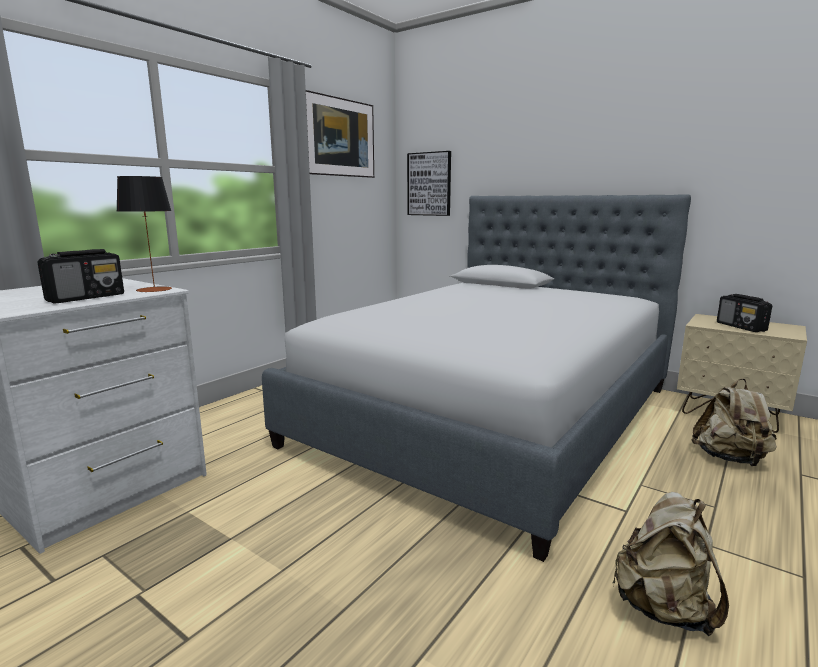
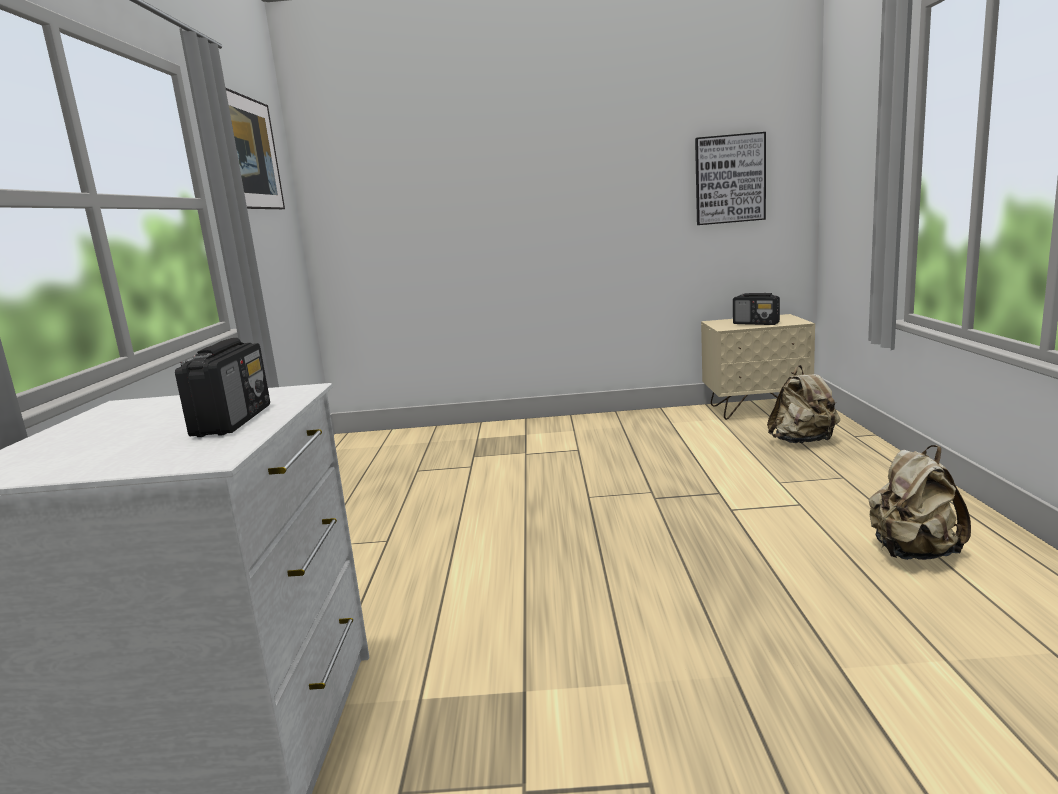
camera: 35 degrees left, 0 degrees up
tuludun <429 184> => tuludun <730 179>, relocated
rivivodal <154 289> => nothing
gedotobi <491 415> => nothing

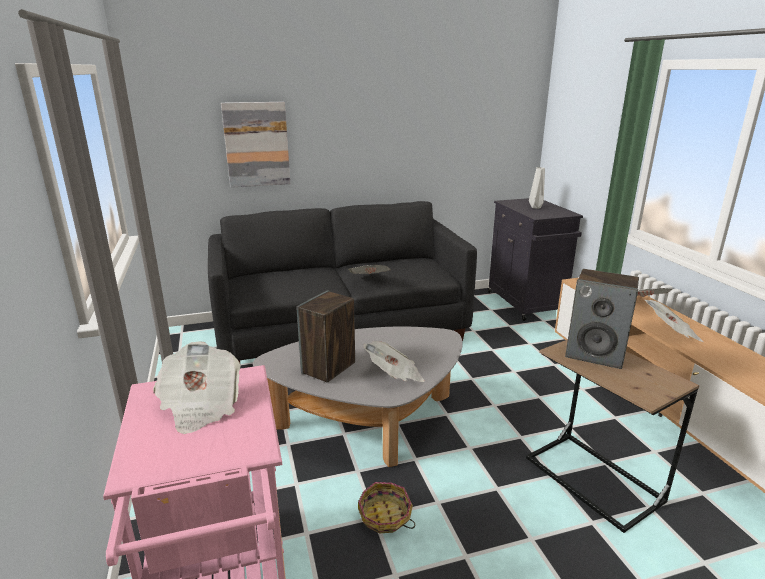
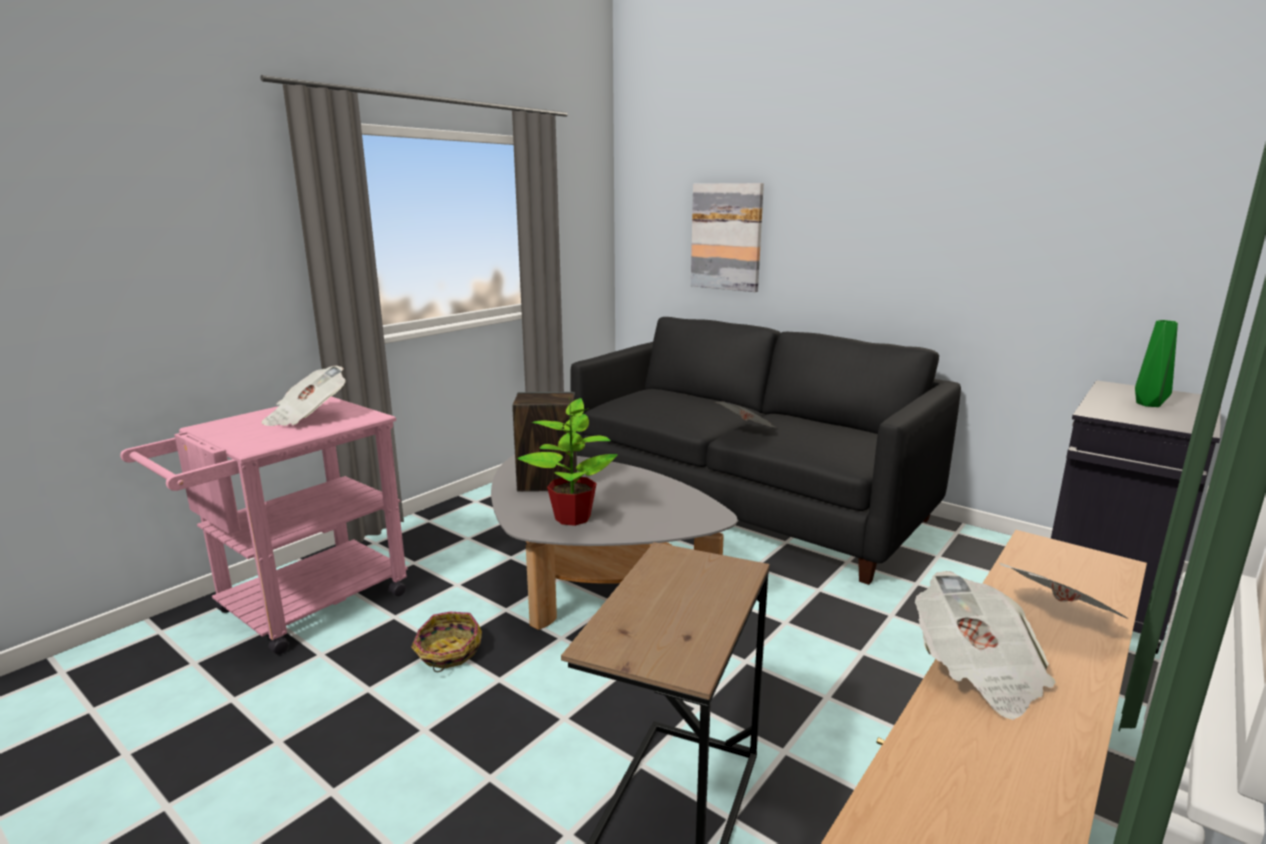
camera: 55 degrees right, 5 degrees down
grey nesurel <536 207> => green nesurel <1149 405>
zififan <595 354> => nothing
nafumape <394 376> => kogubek <572 517>

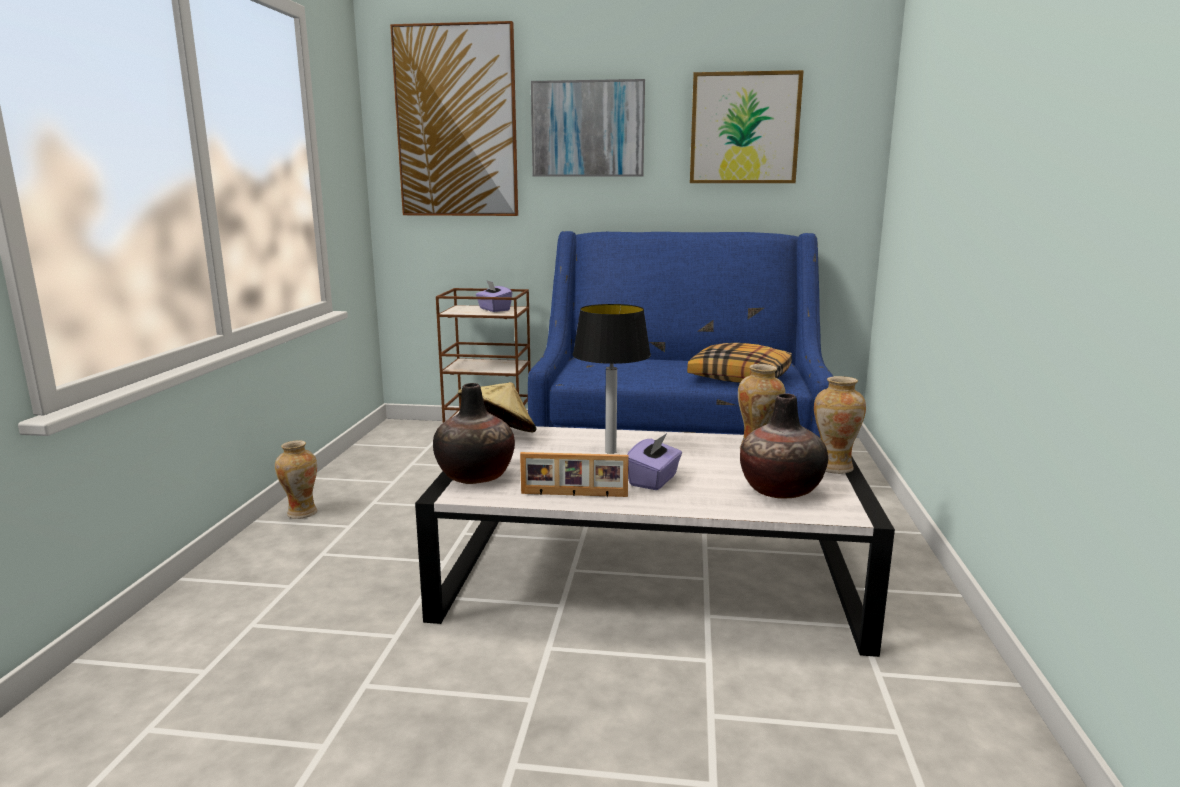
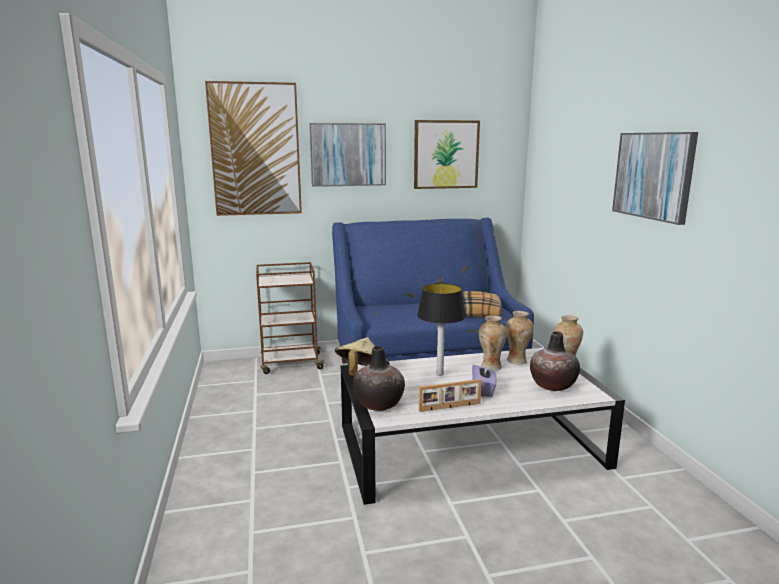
camera: 20 degrees left, 0 degrees up
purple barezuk <494 309> => nothing
nesurel <301 513> => nesurel <490 367>, relocated
nothing => tuludun <653 175>

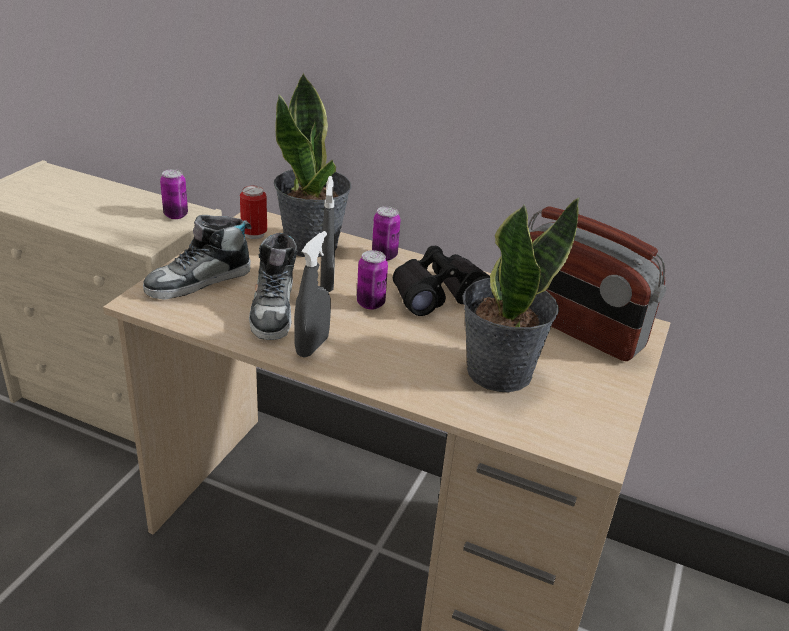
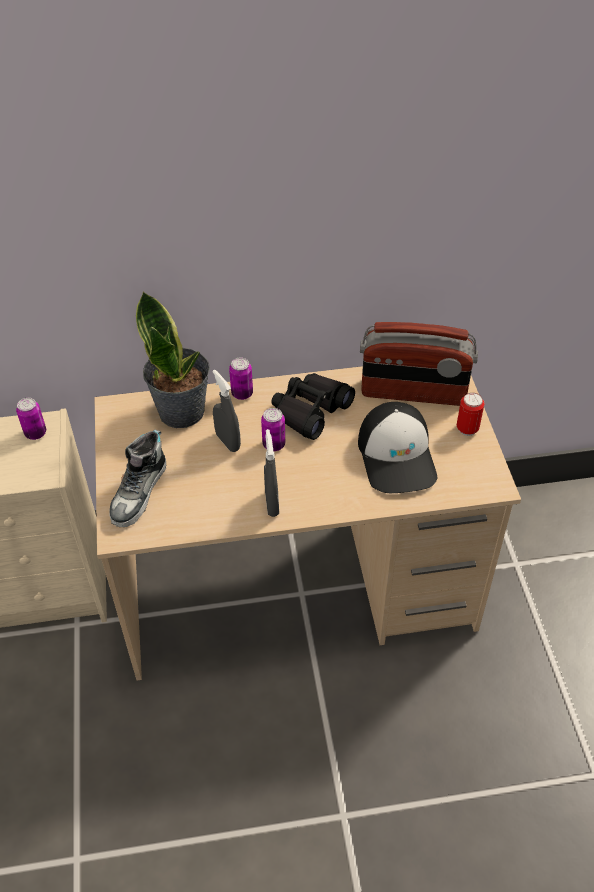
camera: 30 degrees left, 15 degrees up
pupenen <254 234> => pupenen <467 429>, relocated
kogubek <498 371> => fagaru <397 456>
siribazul <274 309> => nothing

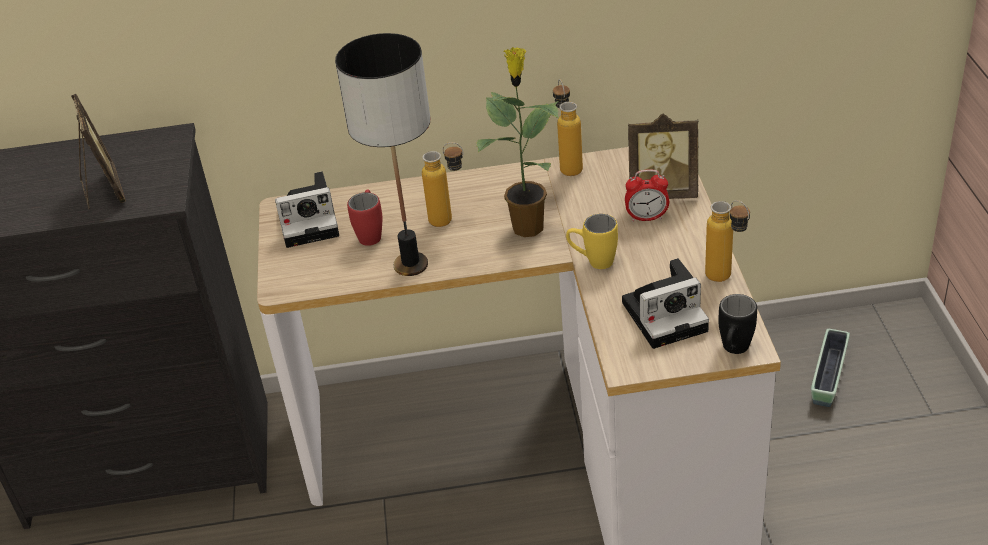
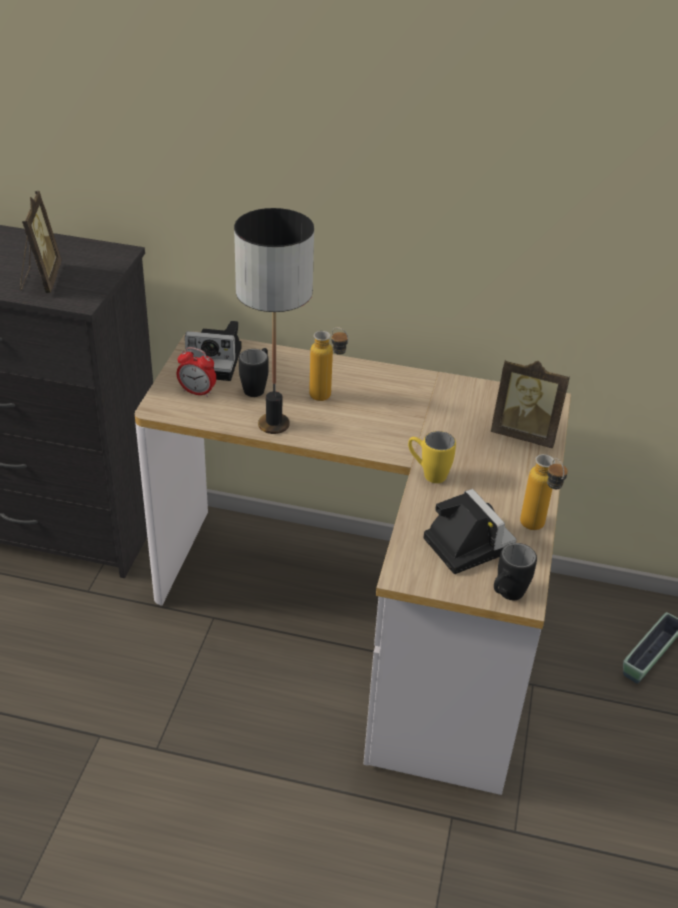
camera: 15 degrees right, 0 degrees up
kogubek <527 225> => nothing
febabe <568 165> => nothing
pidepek <646 218> => pidepek <197 392>, relocated
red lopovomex <370 233> => black lopovomex <257 387>
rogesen <667 315> => rogesen <465 542>, 120 degrees counterclockwise

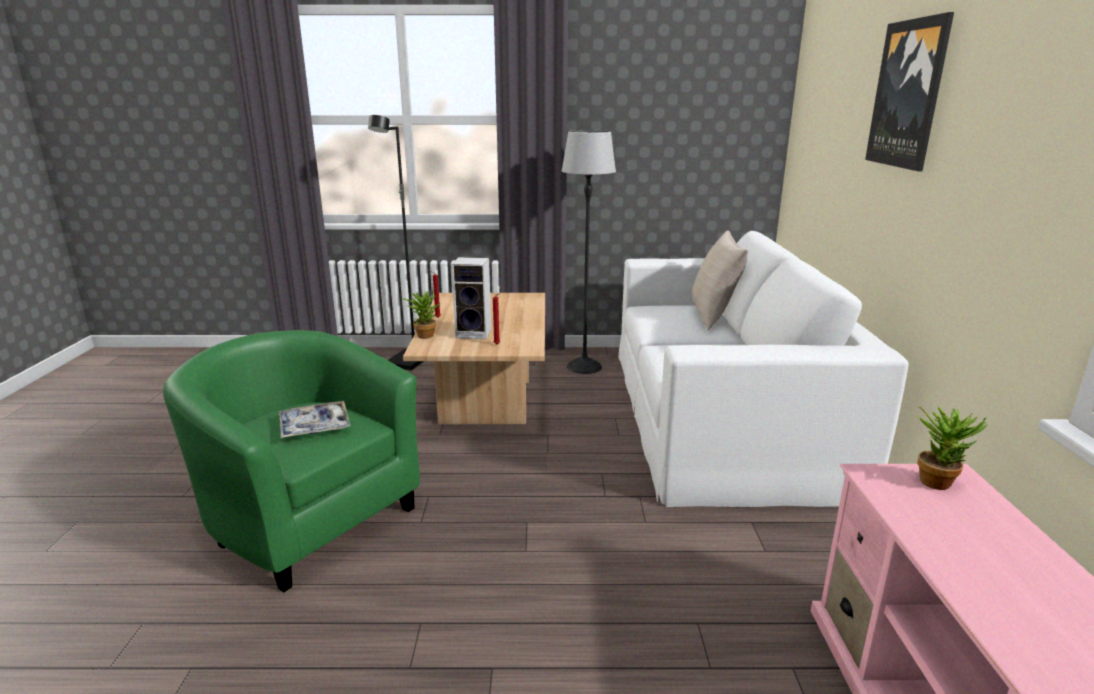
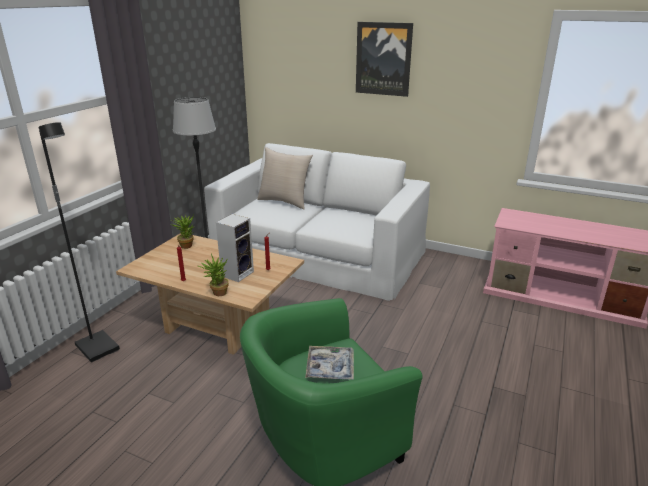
camera: 65 degrees left, 5 degrees up
kogubek <938 481> => kogubek <186 245>, relocated

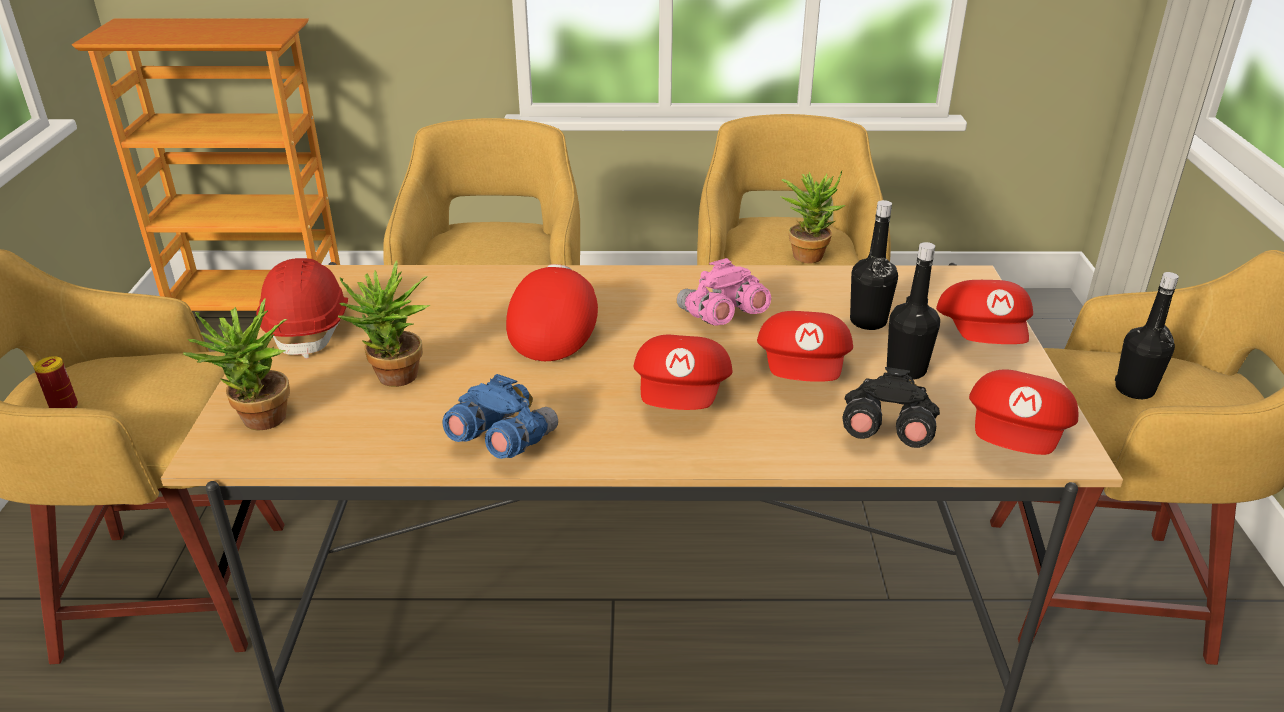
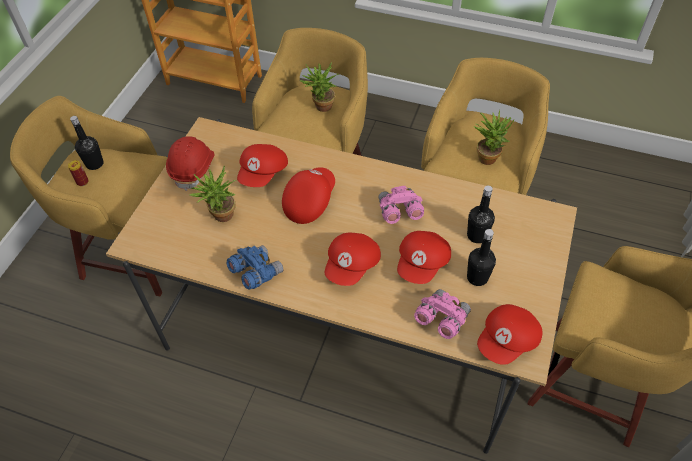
camera: 20 degrees right, 20 degrees up
black febabe <1134 390> => black febabe <94 164>, relocated
red fagaru <983 337> => red fagaru <263 173>, relocated
kogubek <258 423> => kogubek <321 108>, relocated
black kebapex <885 434> => pink kebapex <441 319>

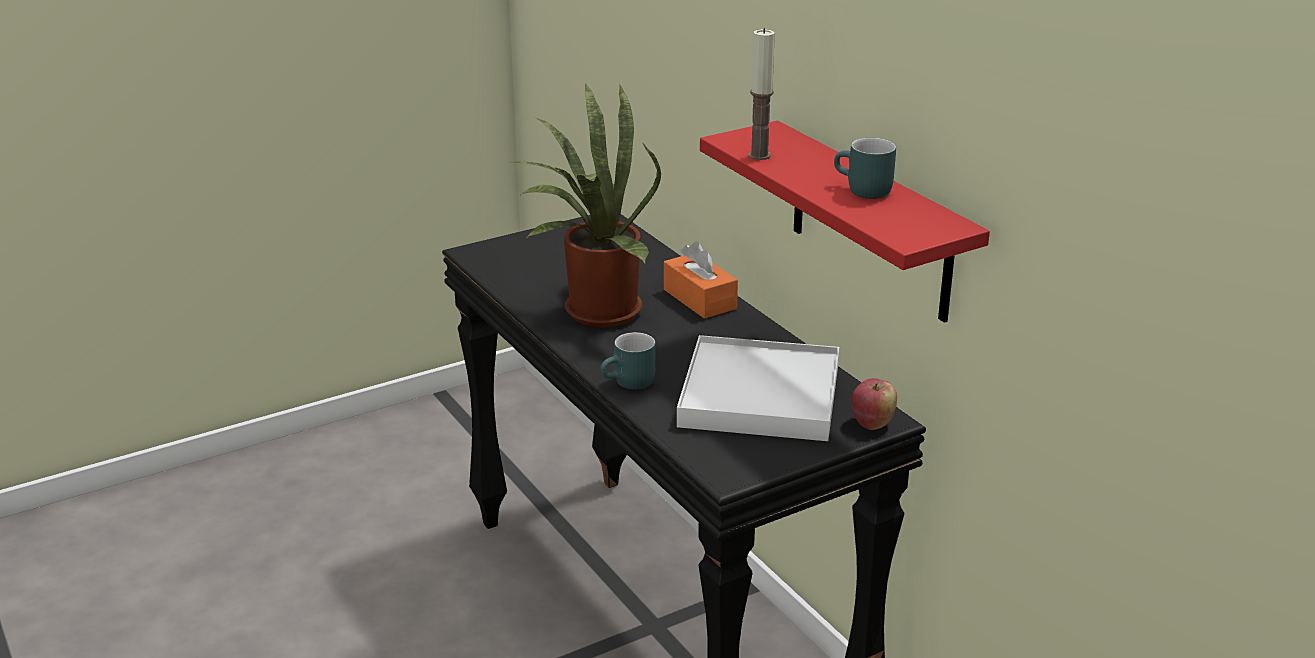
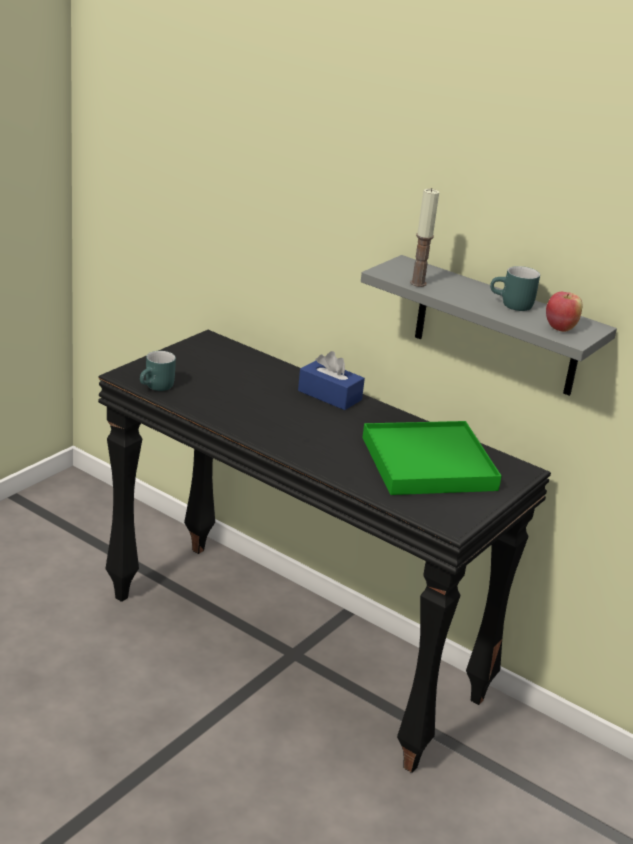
camera: 25 degrees left, 0 degrees up
kogubek <594 312> => nothing
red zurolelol <871 222> => grey zurolelol <497 327>
orange barezuk <699 299> => blue barezuk <329 395>
turquoise lopovomex <630 384> => turquoise lopovomex <157 387>, relocated
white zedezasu <759 396> => green zedezasu <428 464>
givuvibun <872 423> => givuvibun <560 328>, relocated

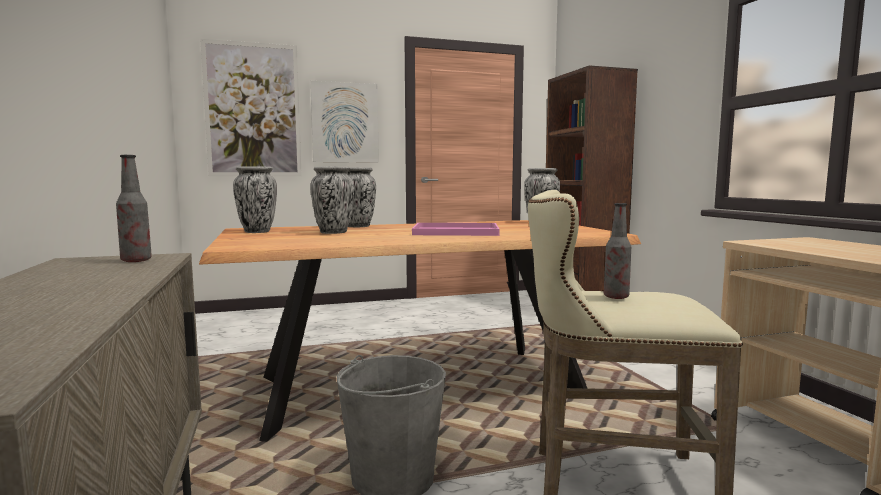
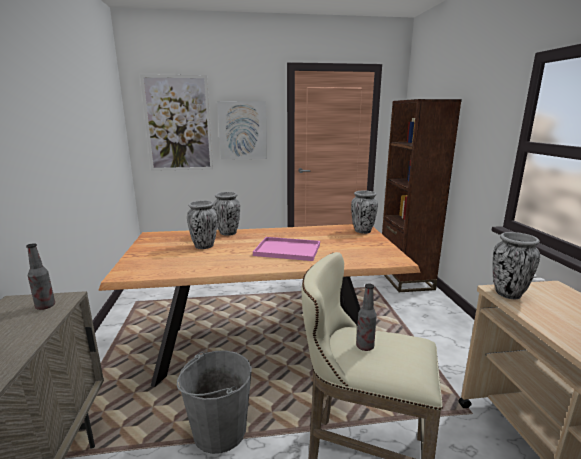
camera: 10 degrees right, 10 degrees up
nesurel <257 231> => nesurel <507 294>, relocated

